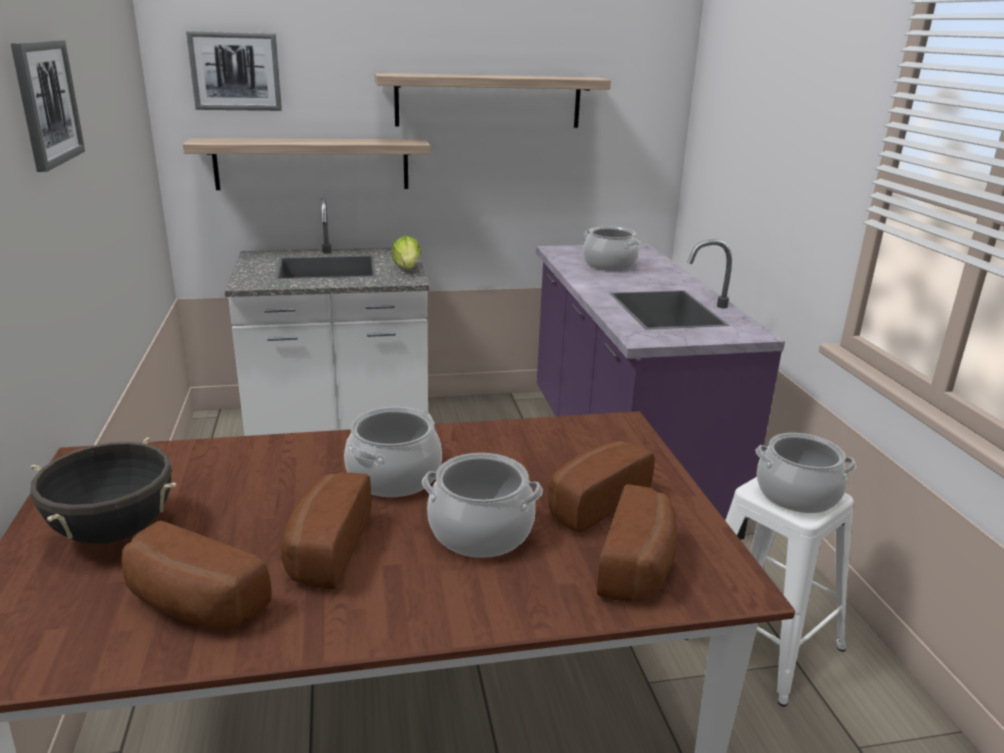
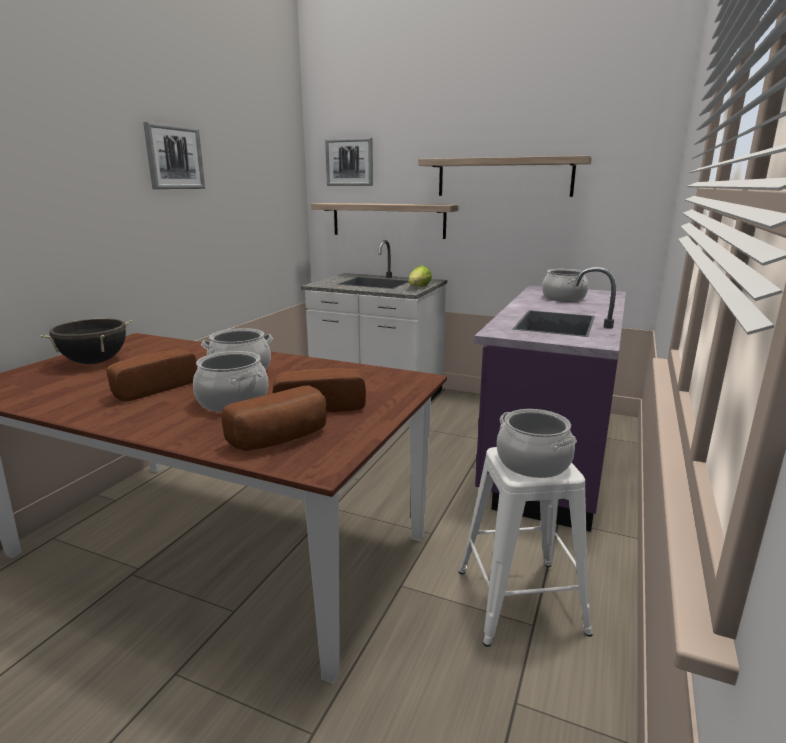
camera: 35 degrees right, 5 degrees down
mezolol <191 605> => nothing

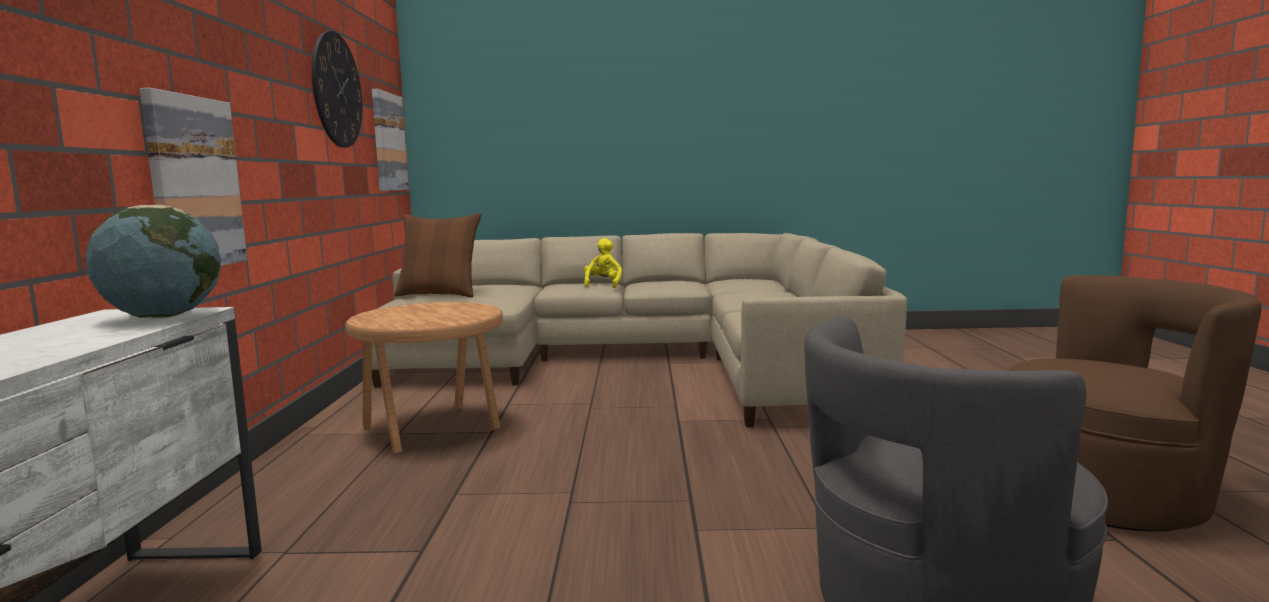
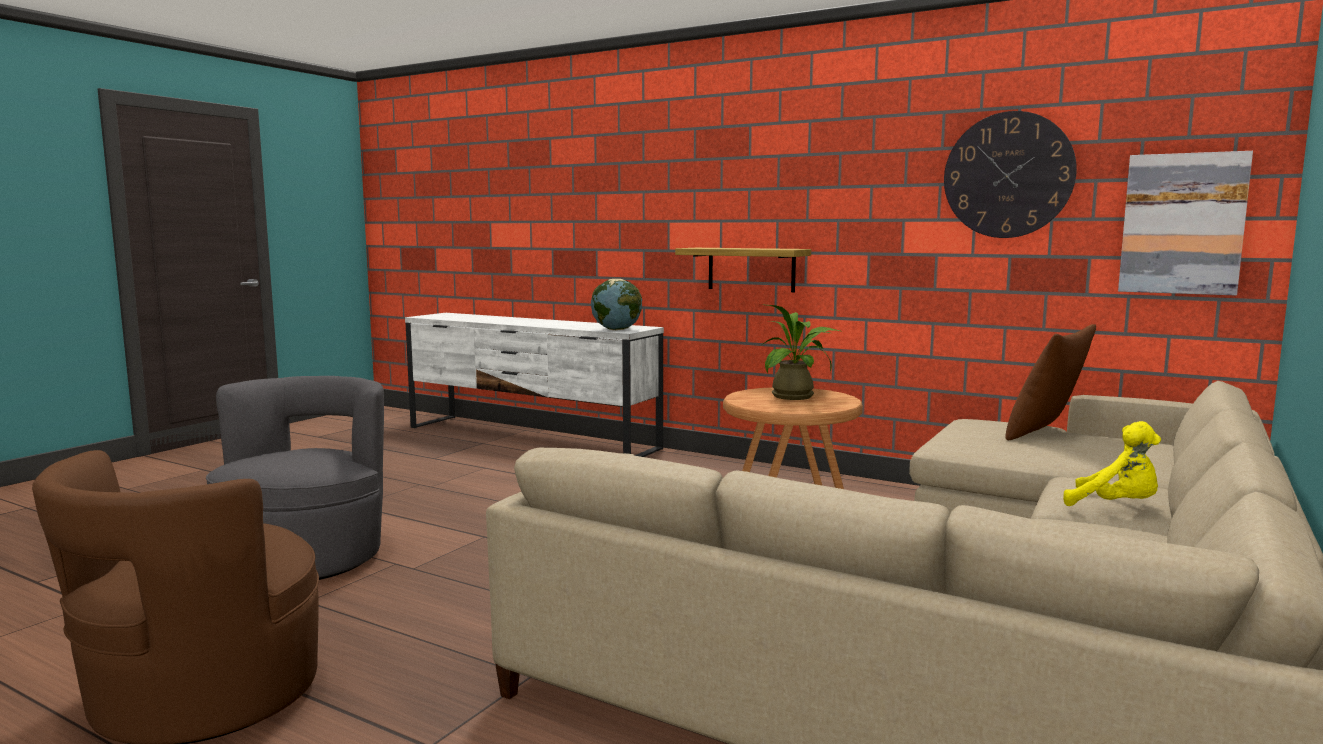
camera: 120 degrees right, 0 degrees up
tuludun <193 183> => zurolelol <751 269>
nothing => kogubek <798 396>

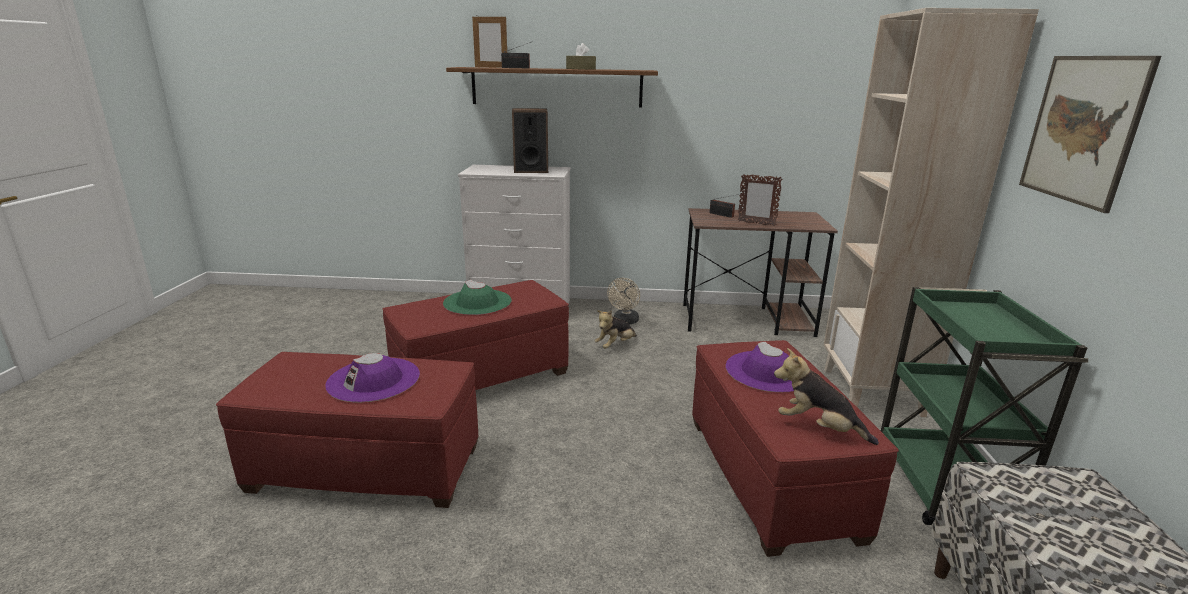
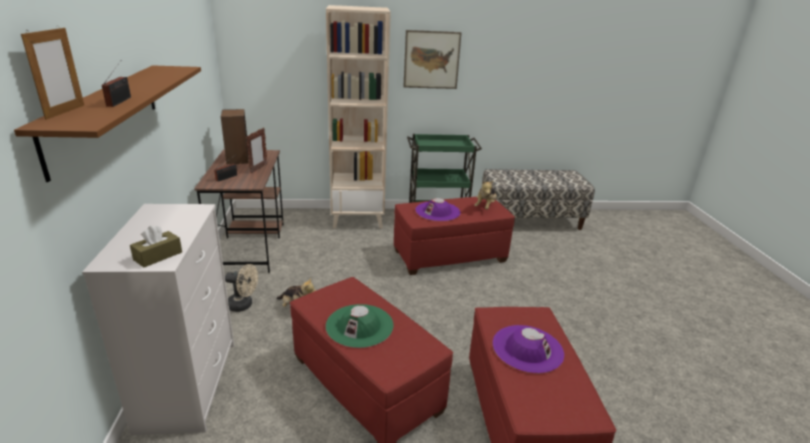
camera: 100 degrees left, 5 degrees up
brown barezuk <580 69> => brown barezuk <158 256>, relocated
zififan <530 170> => zififan <237 159>, relocated

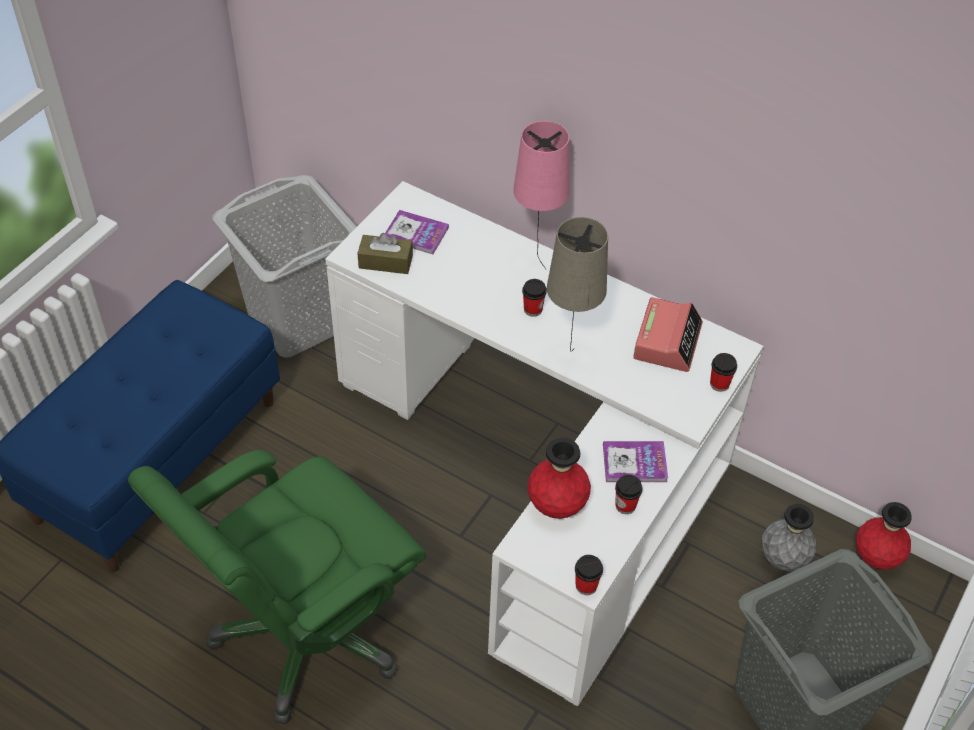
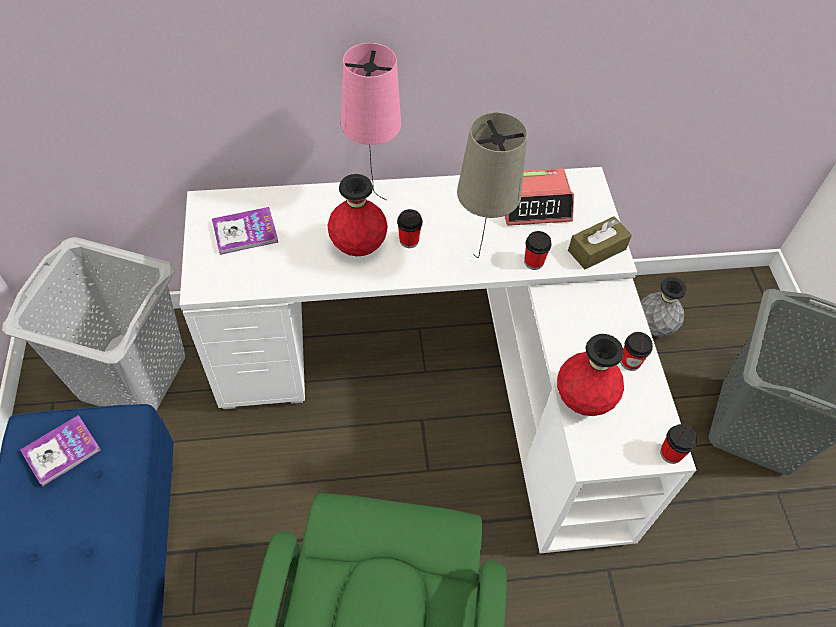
camera: 40 degrees left, 5 degrees up
brown barezuk <385 262> => brown barezuk <596 250>, relocated
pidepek <667 341> => pidepek <534 204>, 105 degrees clockwise
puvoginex <719 384> => puvoginex <533 262>, relocated
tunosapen <634 463> => tunosapen <62 451>, relocated
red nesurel <876 557> => red nesurel <358 246>, relocated

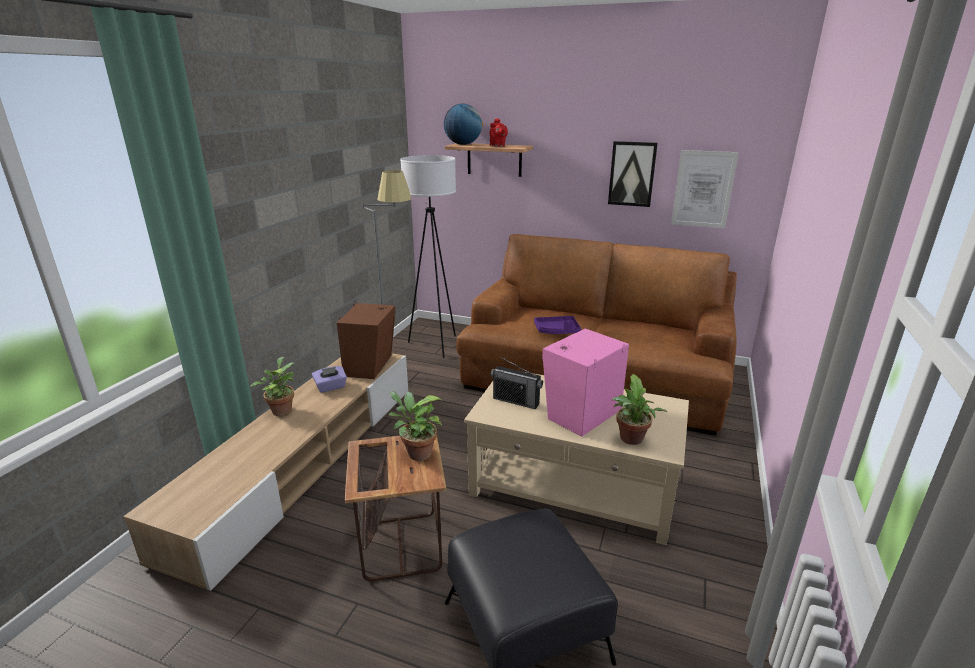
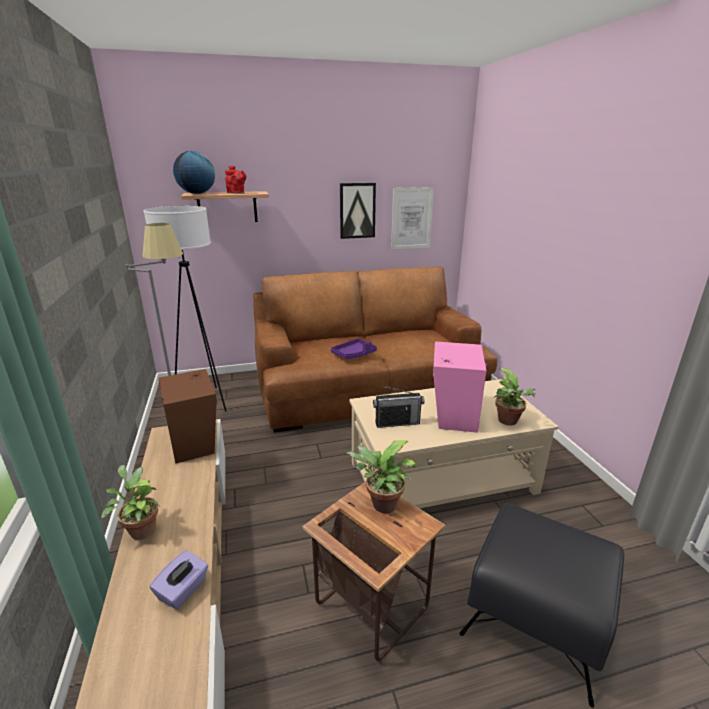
camera: 35 degrees left, 0 degrees up
purple barezuk <331 387> => purple barezuk <183 590>, relocated

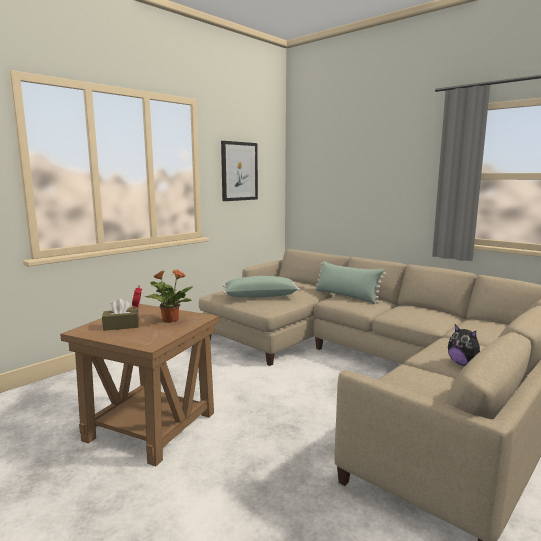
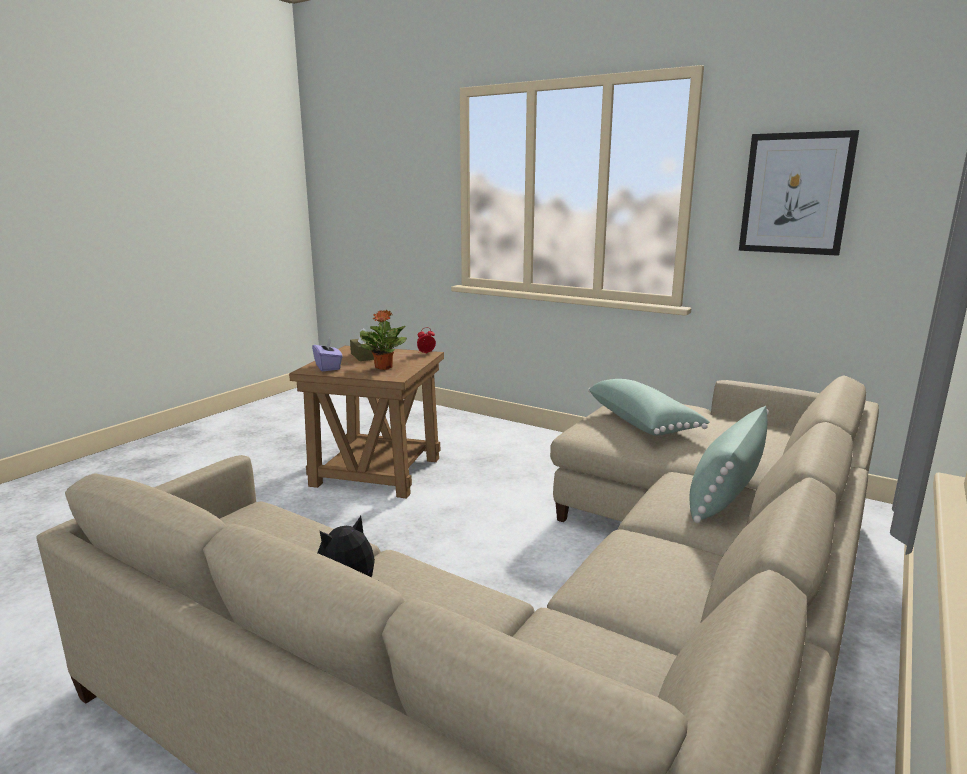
camera: 80 degrees right, 5 degrees up
nothing => purple barezuk <328 367>

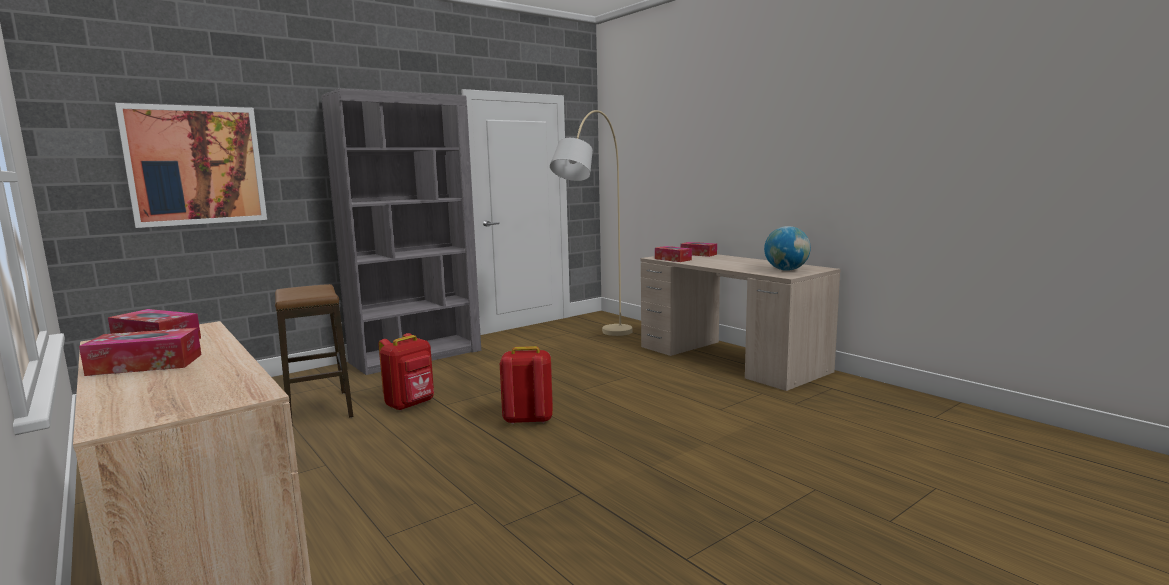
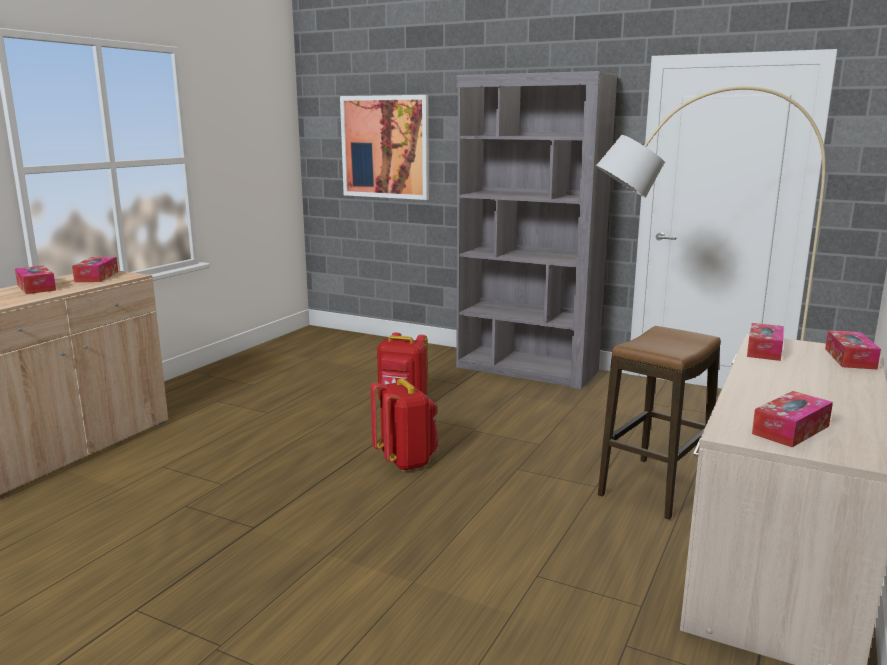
camera: 65 degrees right, 5 degrees up
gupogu <786 270> => barezuk <790 430>
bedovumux <319 409> => bedovumux <654 488>, relocated

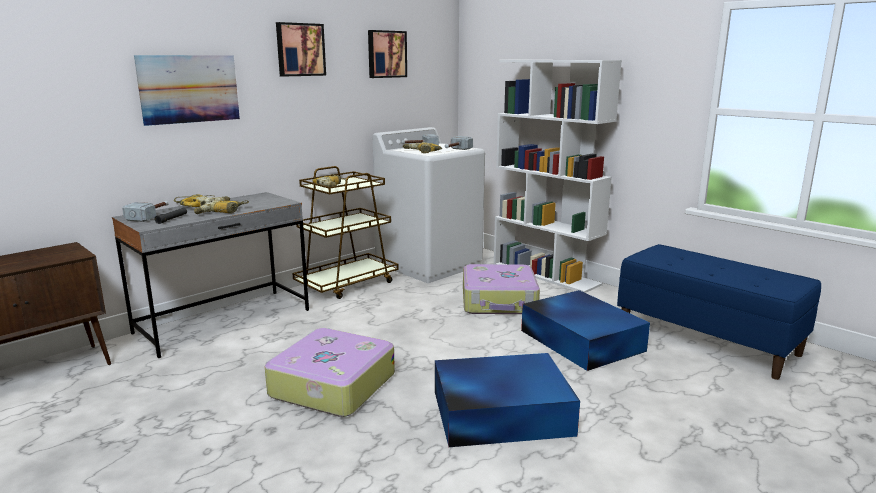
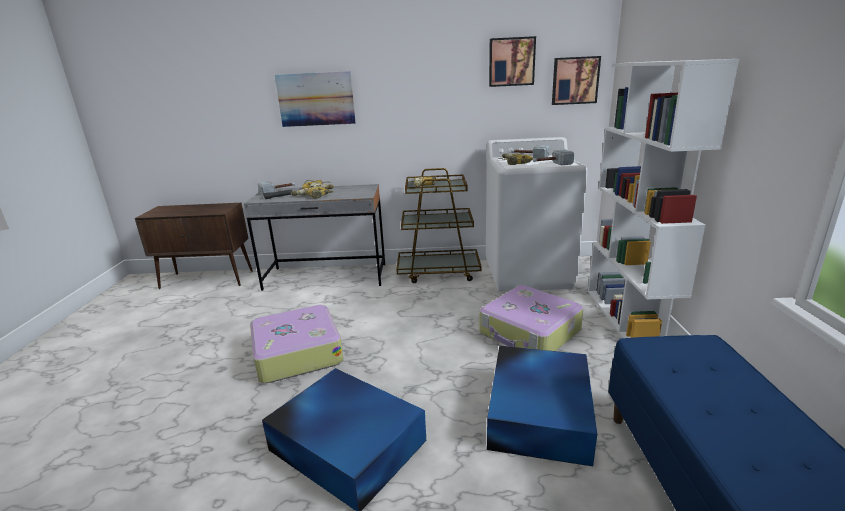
camera: 45 degrees right, 5 degrees up
tuludun <300 49> => tuludun <575 80>, relocated

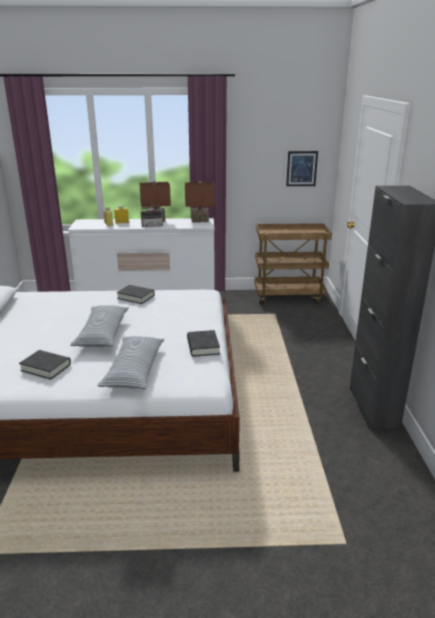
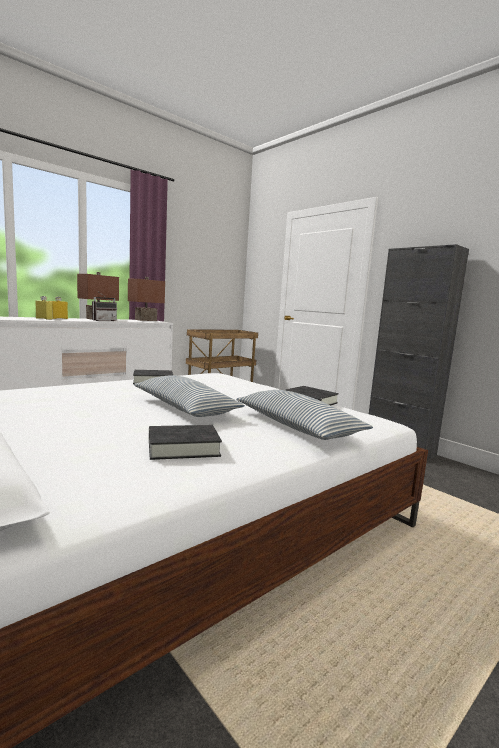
camera: 40 degrees left, 15 degrees down
tuludun <301 168> => nothing

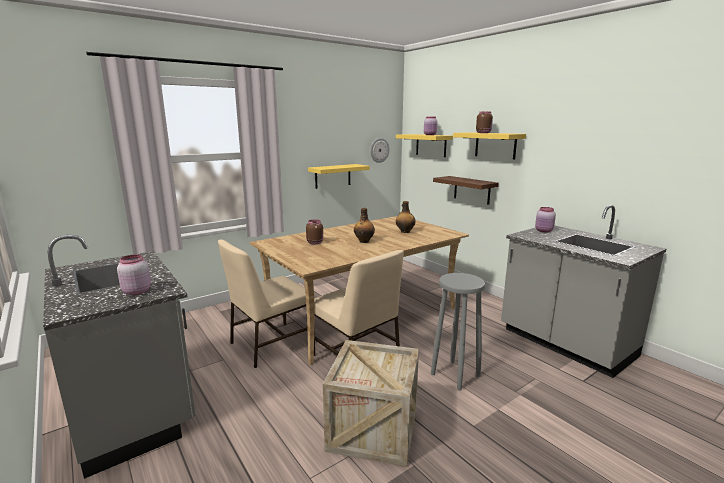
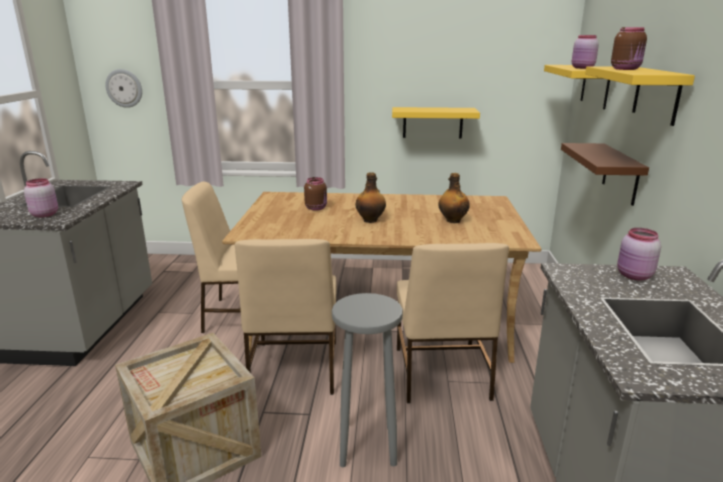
camera: 40 degrees right, 5 degrees up
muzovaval <379 150> => muzovaval <124 88>, relocated
nothing => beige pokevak <440 374>

